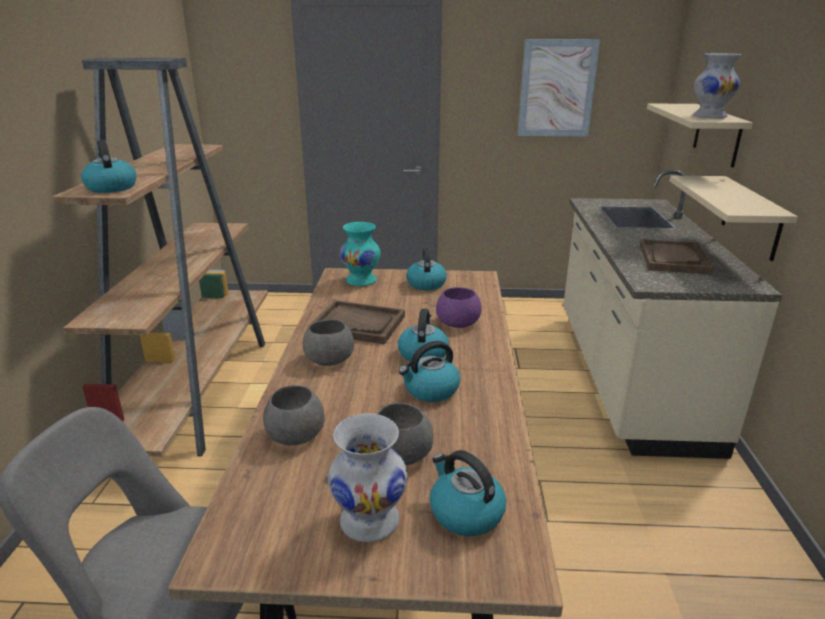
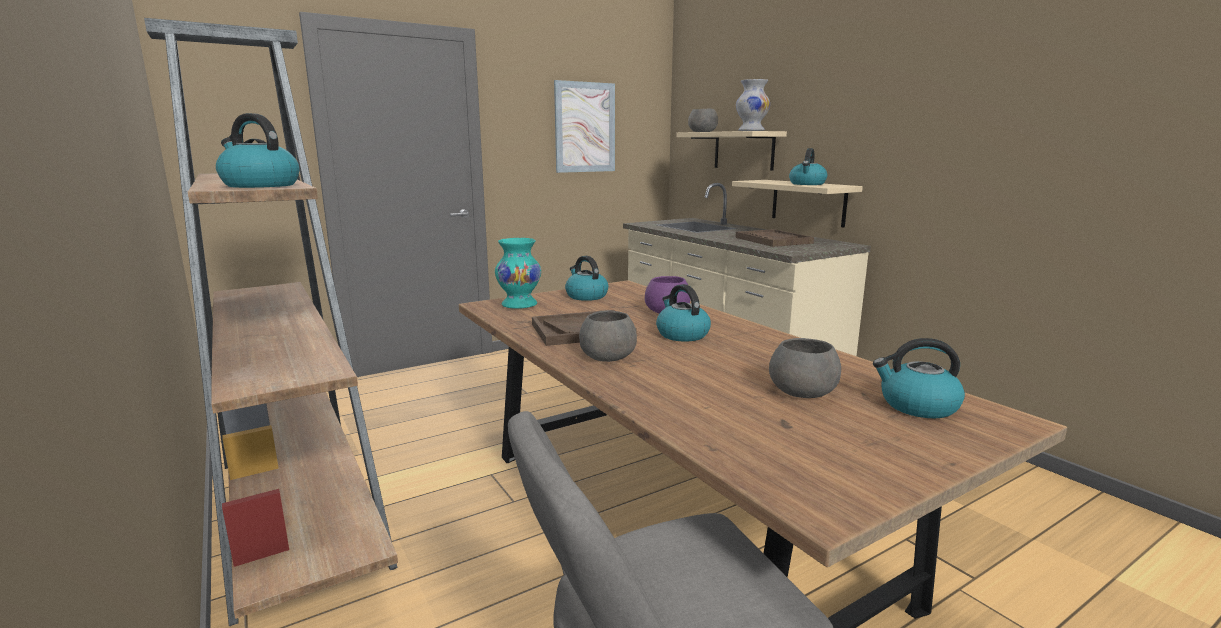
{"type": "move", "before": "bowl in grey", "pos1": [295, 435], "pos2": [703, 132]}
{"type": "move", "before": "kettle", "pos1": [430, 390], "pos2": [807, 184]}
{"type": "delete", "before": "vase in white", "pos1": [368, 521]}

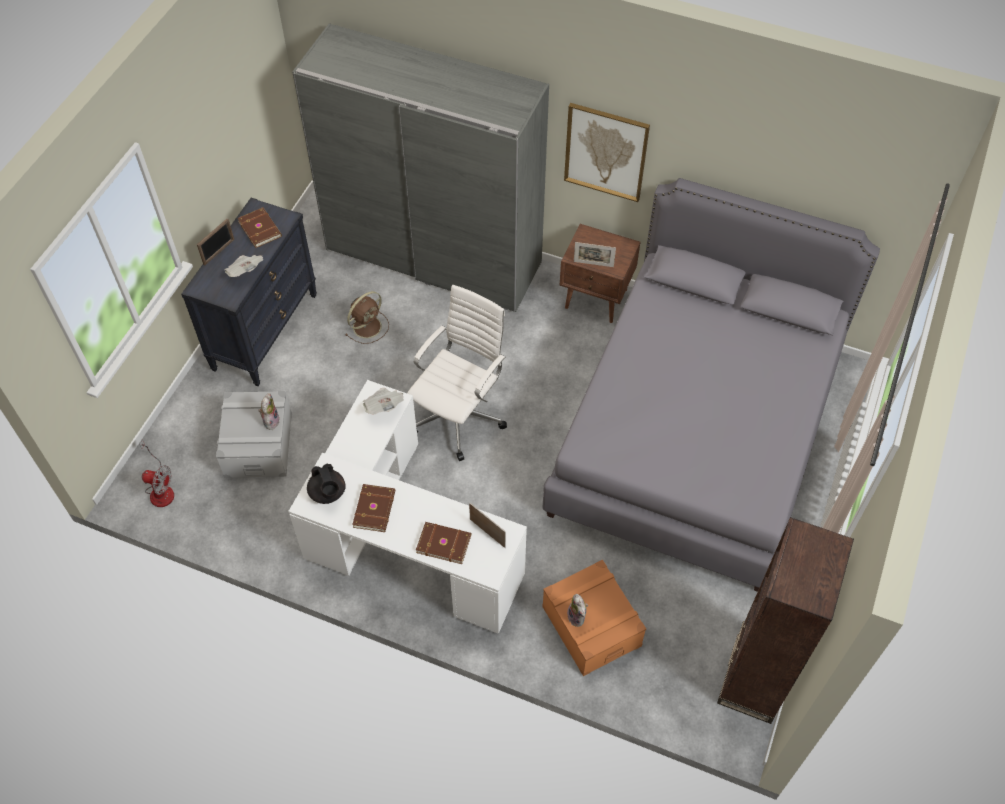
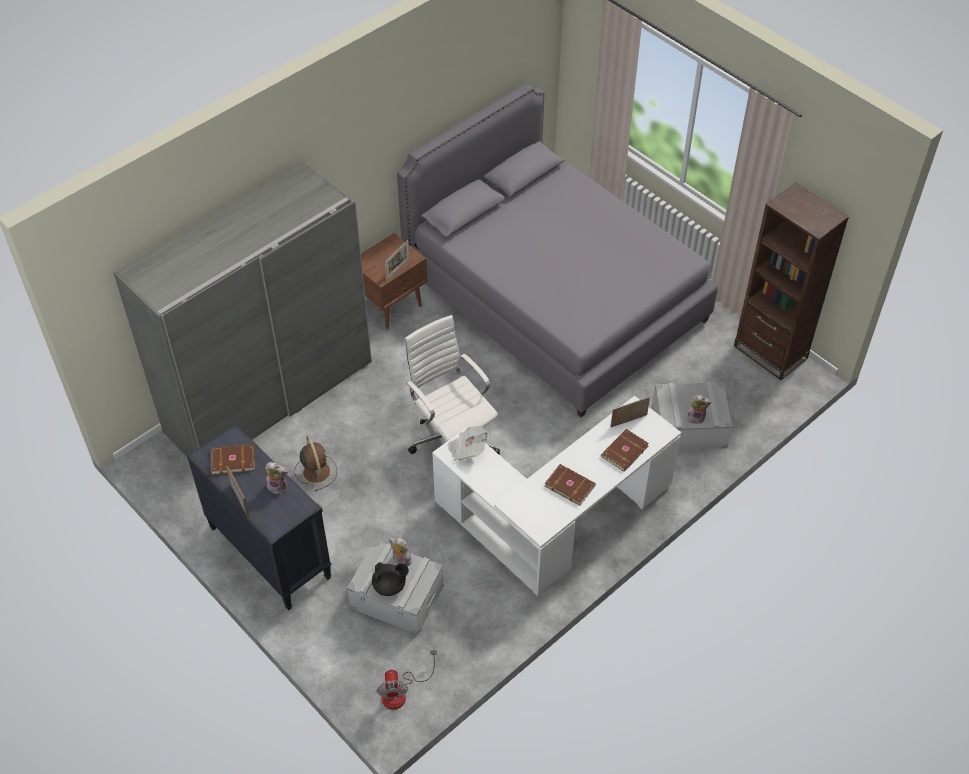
{"type": "replace", "before": "newspaper", "after": "plush toy", "pos1": [245, 272], "pos2": [278, 486]}
{"type": "move", "before": "teapot in black", "pos1": [328, 493], "pos2": [390, 585]}
{"type": "rotate", "before": "fan", "pos1": [160, 489], "pos2": [401, 692], "turn": 135}
{"type": "recolor", "before": "storage box in orange", "after": "storage box in grey", "pos1": [591, 626], "pos2": [688, 427]}
{"type": "delete", "before": "picture", "pos1": [606, 152]}

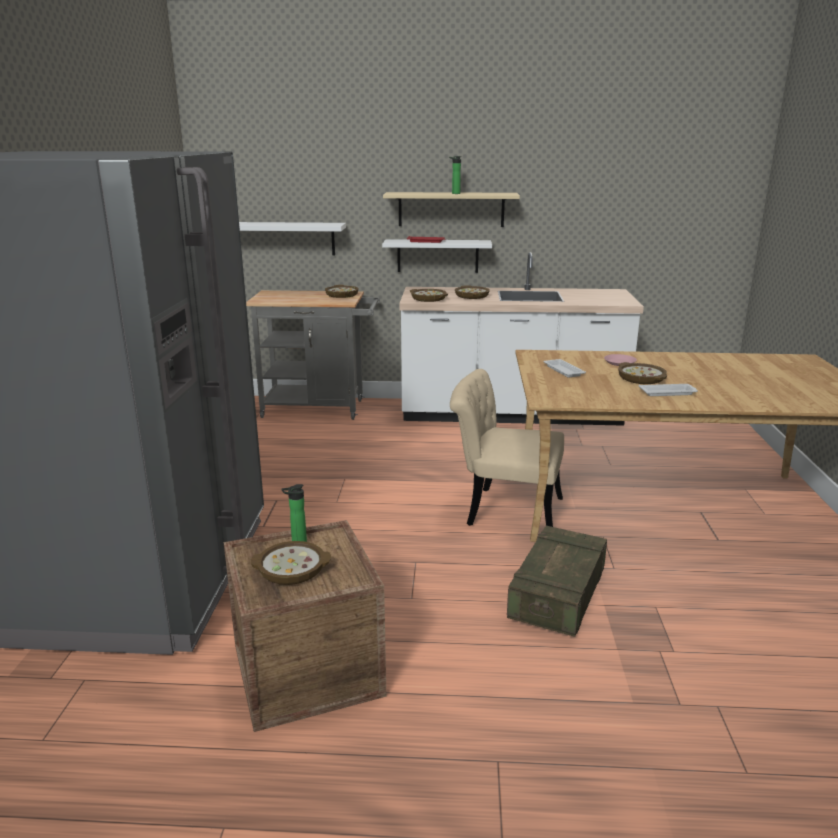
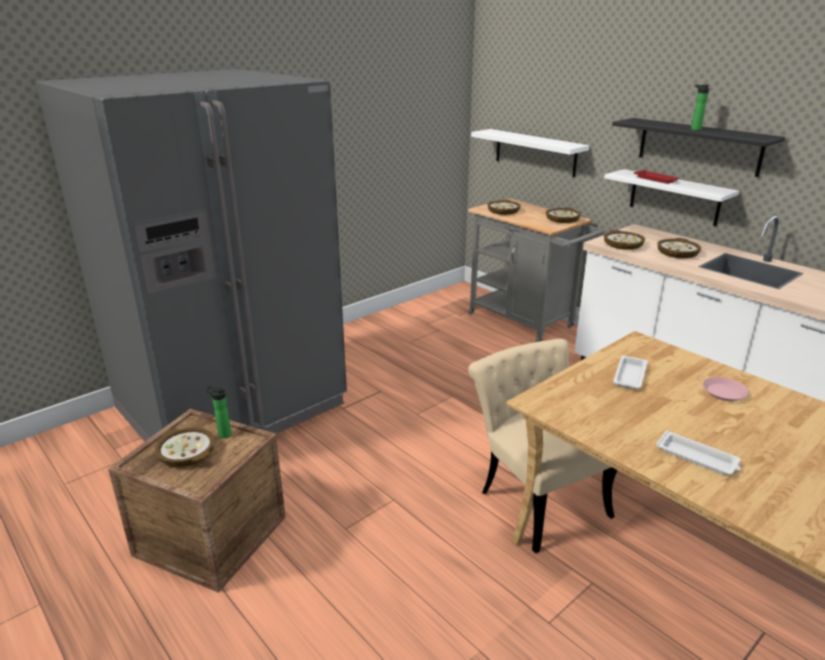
{"type": "move", "before": "bowl", "pos1": [641, 378], "pos2": [503, 211]}
{"type": "recolor", "before": "shelf in beige", "after": "shelf in black", "pos1": [451, 209], "pos2": [699, 146]}
{"type": "delete", "before": "crate", "pos1": [557, 597]}

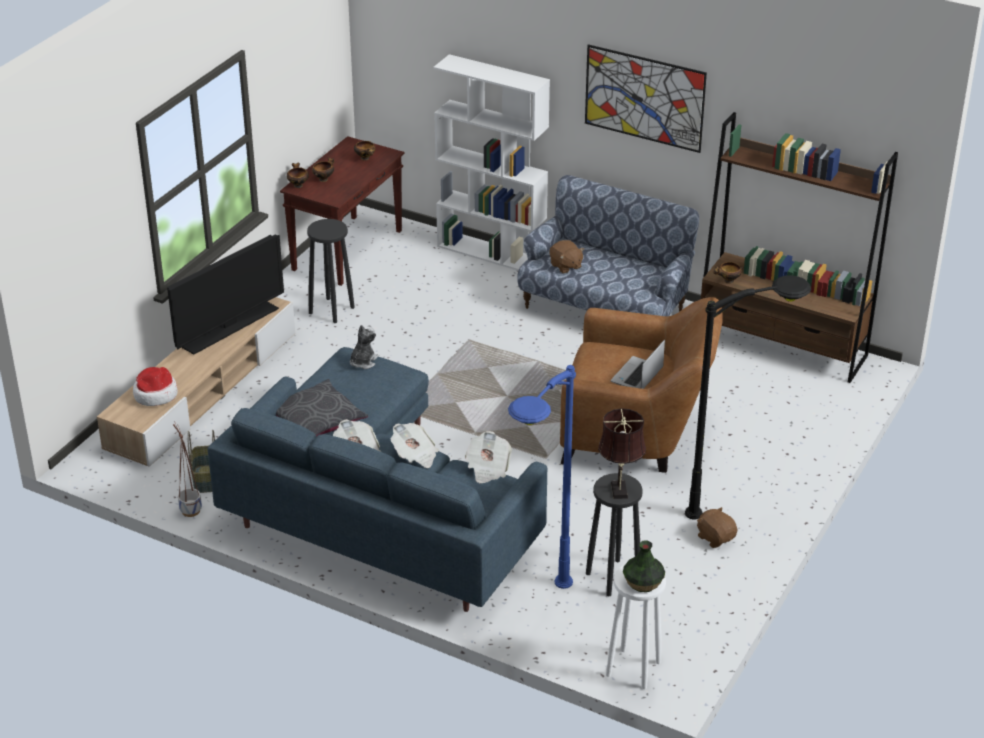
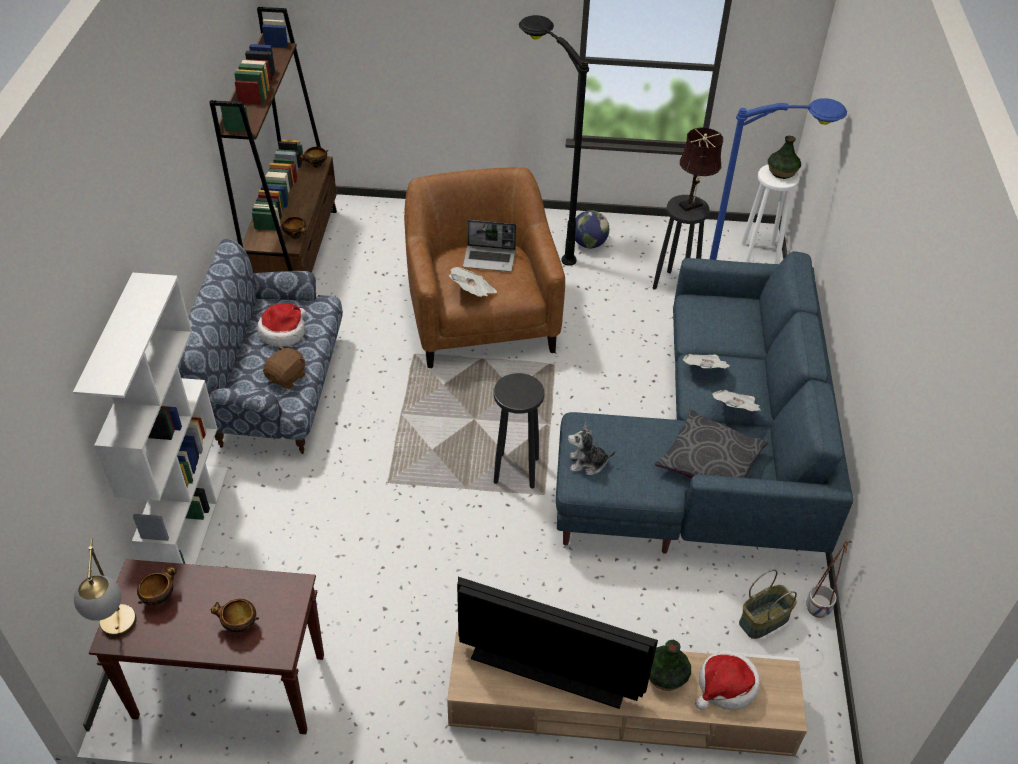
{"type": "insert", "after": "table lamp", "pos2": [119, 633]}
{"type": "insert", "after": "hat", "pos2": [283, 332]}
{"type": "move", "before": "bowl", "pos1": [298, 185], "pos2": [316, 165]}
{"type": "move", "before": "newspaper", "pos1": [487, 468], "pos2": [473, 292]}
{"type": "move", "before": "stool in black", "pos1": [332, 310], "pos2": [515, 470]}
{"type": "replace", "before": "plush toy in brown", "after": "globe", "pos1": [715, 537], "pos2": [589, 244]}
{"type": "insert", "after": "vase", "pos2": [664, 675]}
{"type": "delete", "before": "picture", "pos1": [644, 98]}

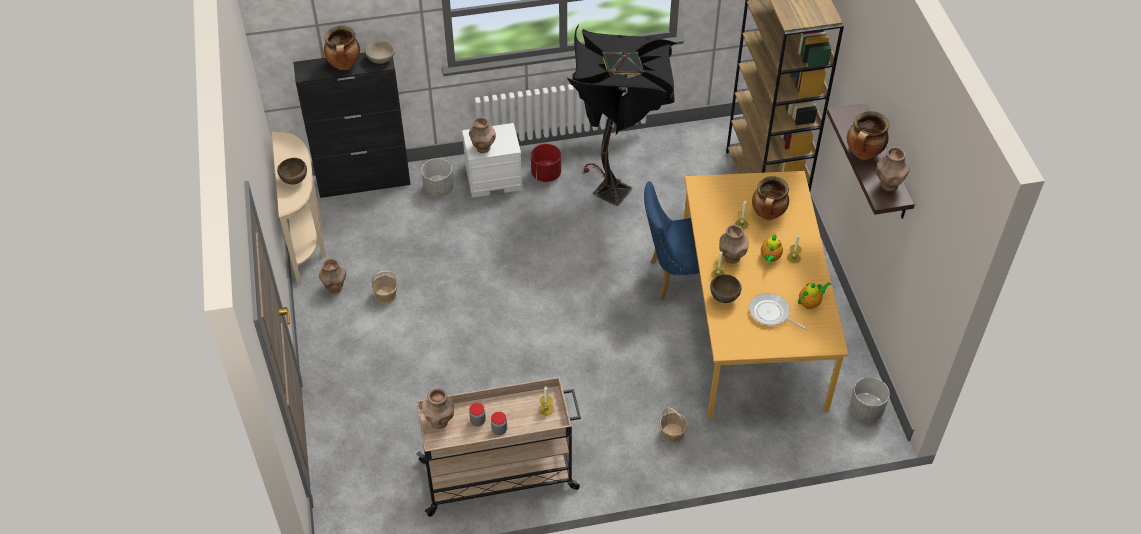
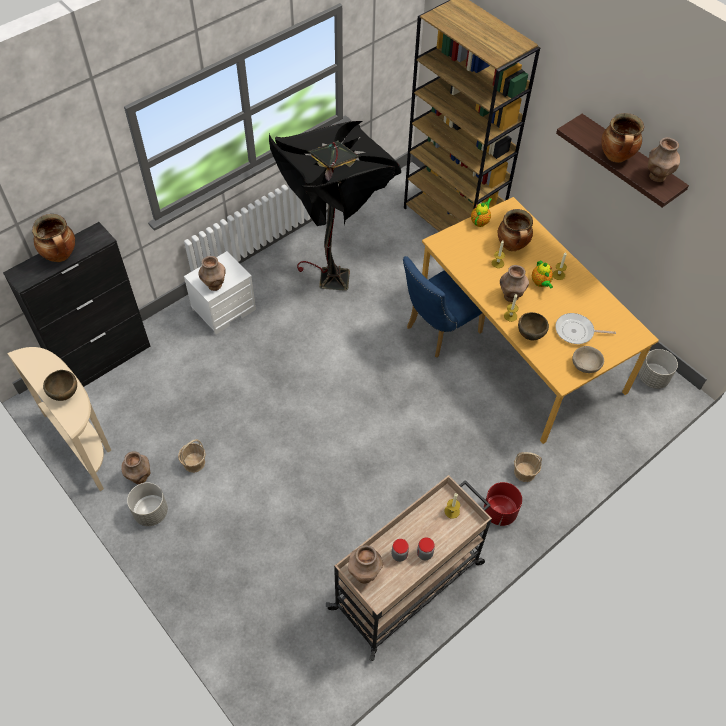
{"type": "move", "before": "planter in grey", "pos1": [438, 189], "pos2": [151, 512]}
{"type": "move", "before": "teapot", "pos1": [810, 303], "pos2": [480, 221]}
{"type": "move", "before": "planter in red", "pos1": [546, 174], "pos2": [500, 512]}
{"type": "move", "before": "bowl in beige", "pos1": [381, 59], "pos2": [585, 365]}

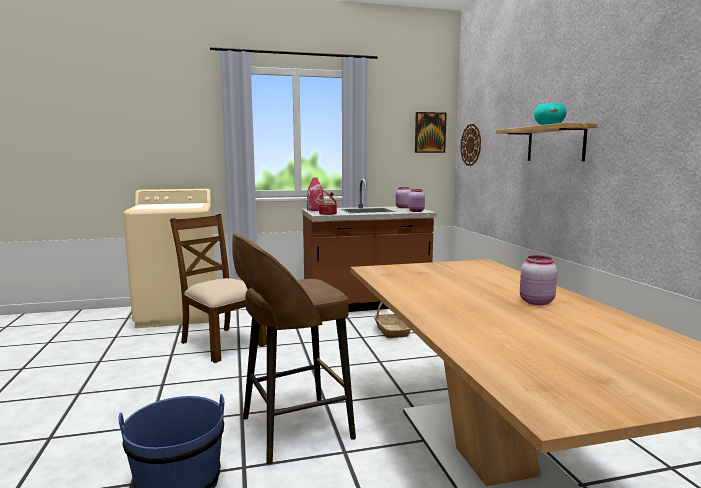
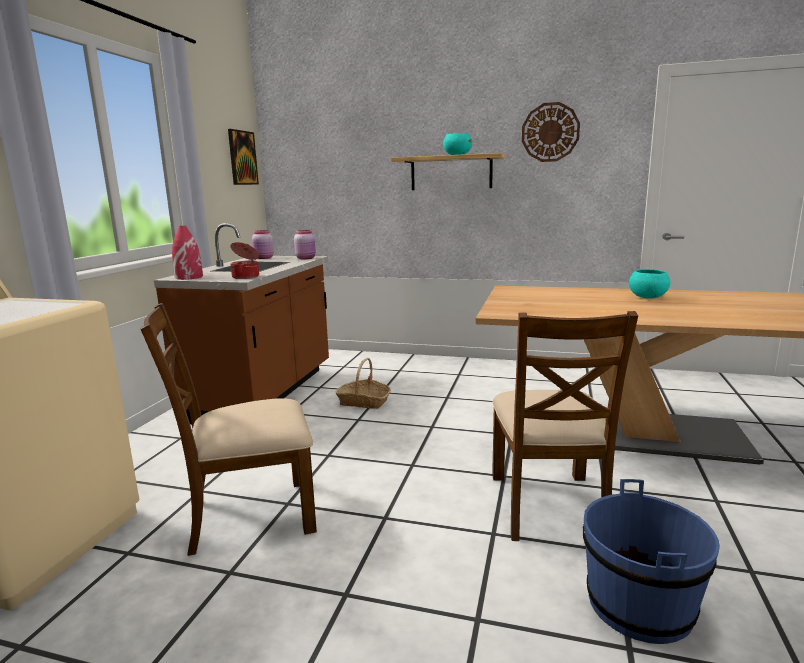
{"type": "replace", "before": "stool in brown", "after": "chair in brown", "pos1": [293, 429], "pos2": [548, 506]}
{"type": "move", "before": "wall clock", "pos1": [471, 145], "pos2": [550, 132]}
{"type": "replace", "before": "jar in pink", "after": "bowl in turquoise", "pos1": [535, 302], "pos2": [647, 297]}

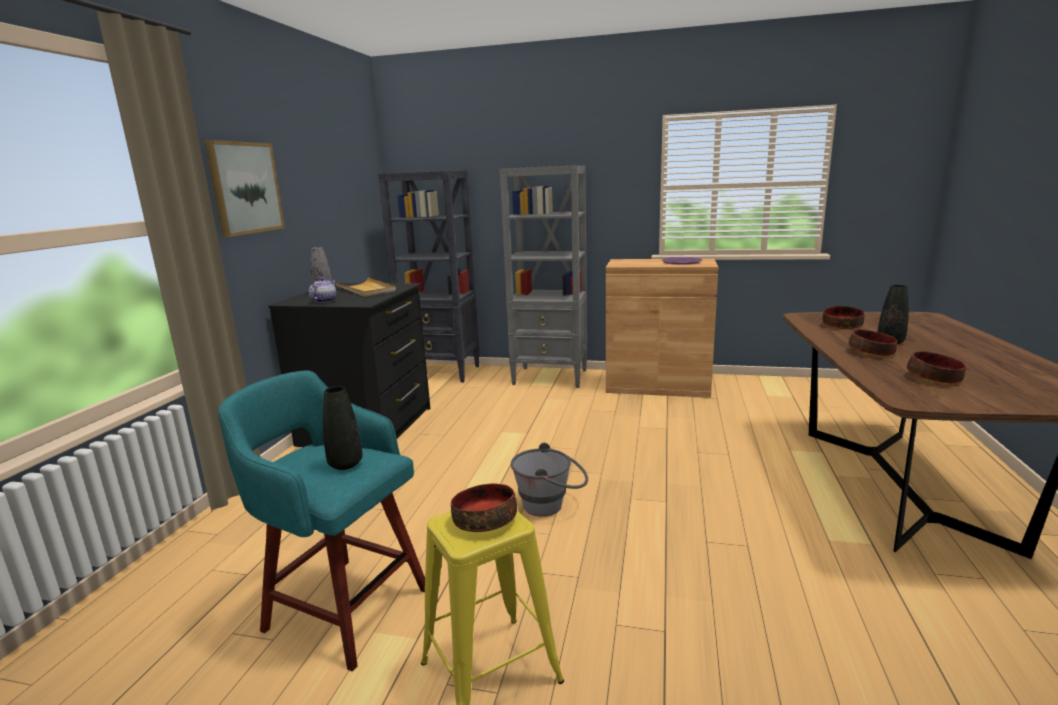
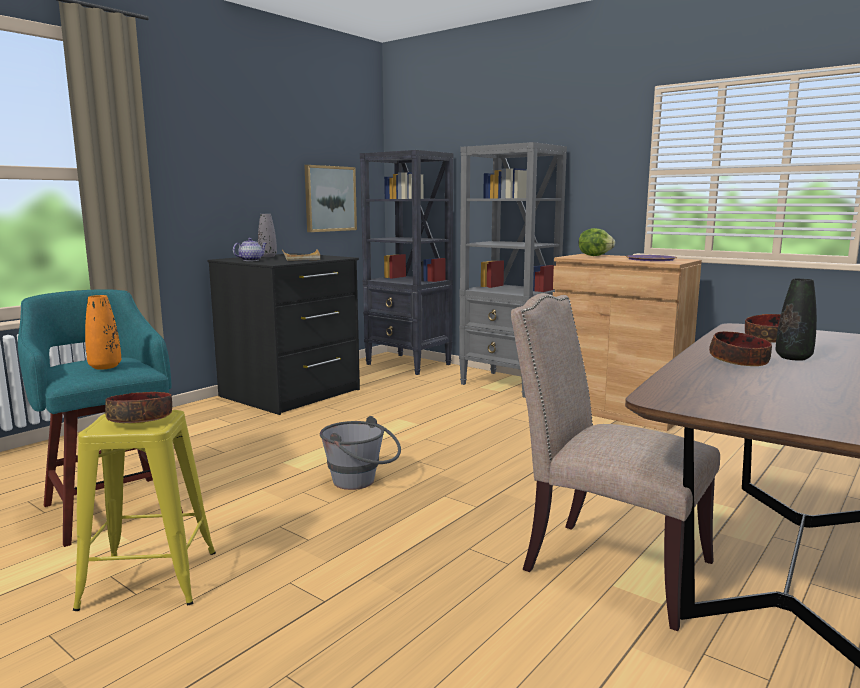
{"type": "recolor", "before": "vase in black", "after": "vase in orange", "pos1": [345, 464], "pos2": [105, 367]}
{"type": "move", "before": "picture", "pos1": [245, 188], "pos2": [330, 198]}
{"type": "insert", "after": "chair in beige", "pos2": [607, 566]}
{"type": "insert", "after": "lettuce", "pos2": [595, 256]}
{"type": "delete", "before": "bowl", "pos1": [934, 378]}

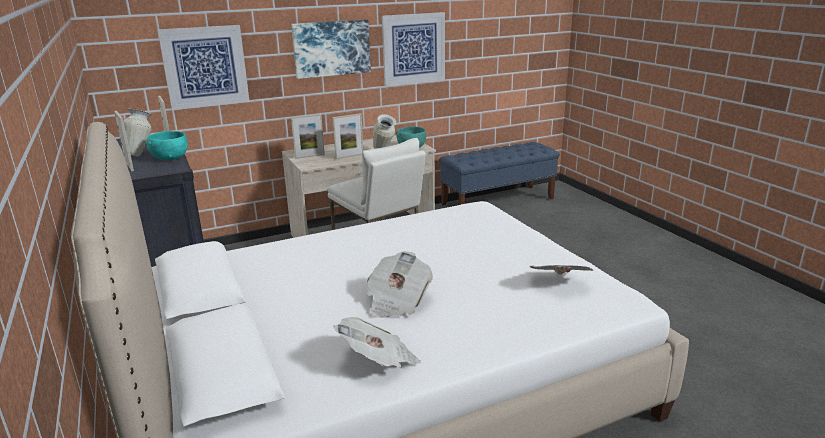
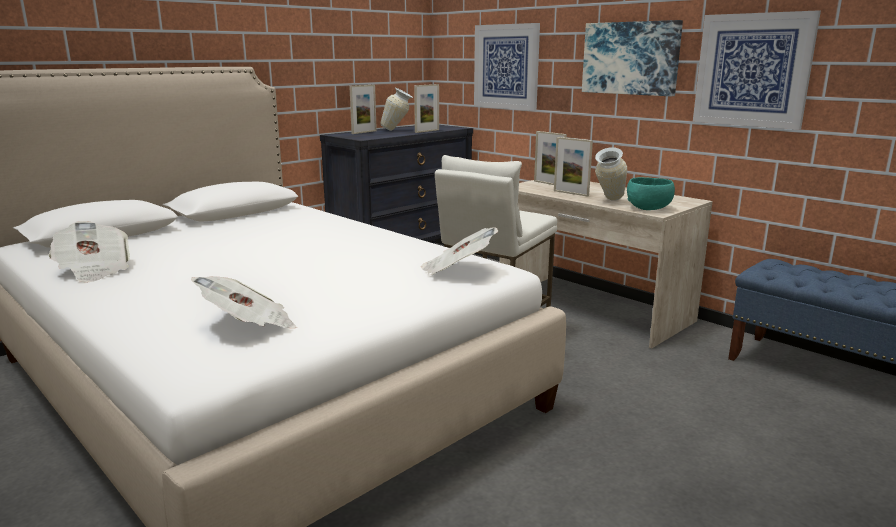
{"type": "move", "before": "newspaper", "pos1": [397, 301], "pos2": [457, 270]}
{"type": "delete", "before": "bowl in turquoise", "pos1": [169, 158]}

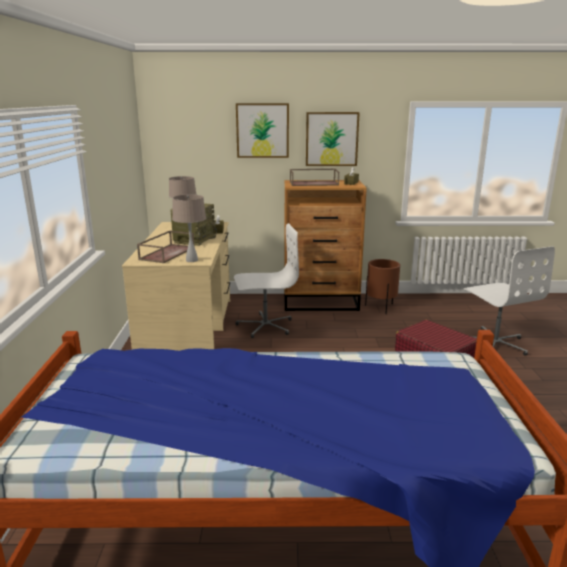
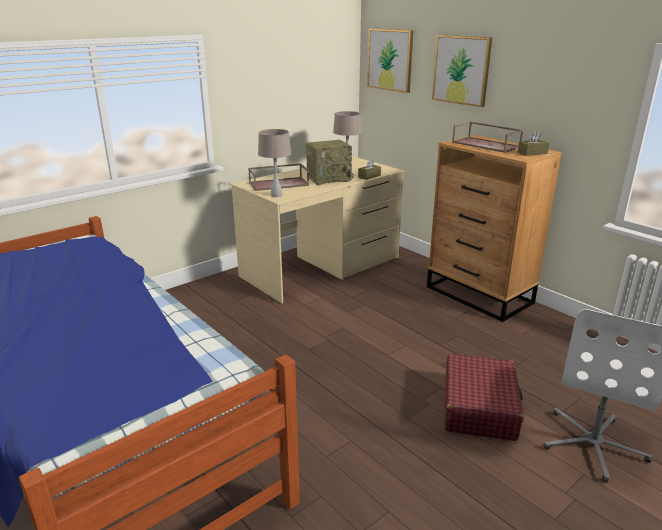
{"type": "move", "before": "picture", "pos1": [331, 139], "pos2": [390, 60]}
{"type": "delete", "before": "office chair in white", "pos1": [265, 326]}
{"type": "delete", "before": "planter in brown", "pos1": [381, 307]}

